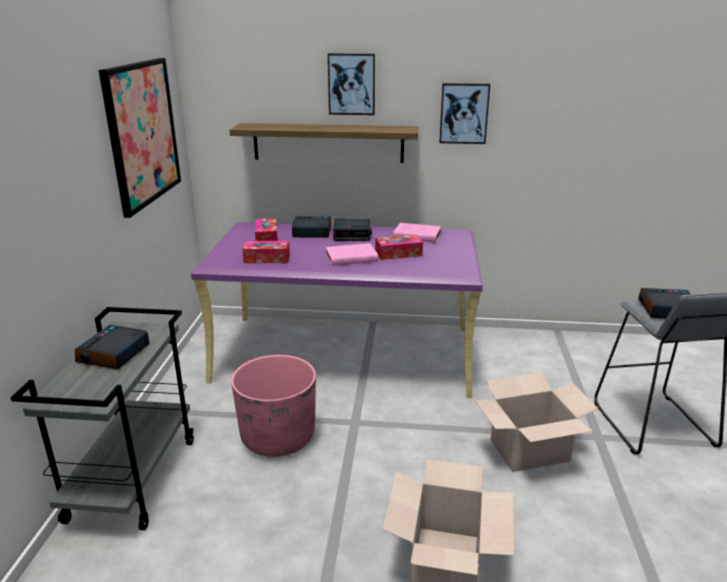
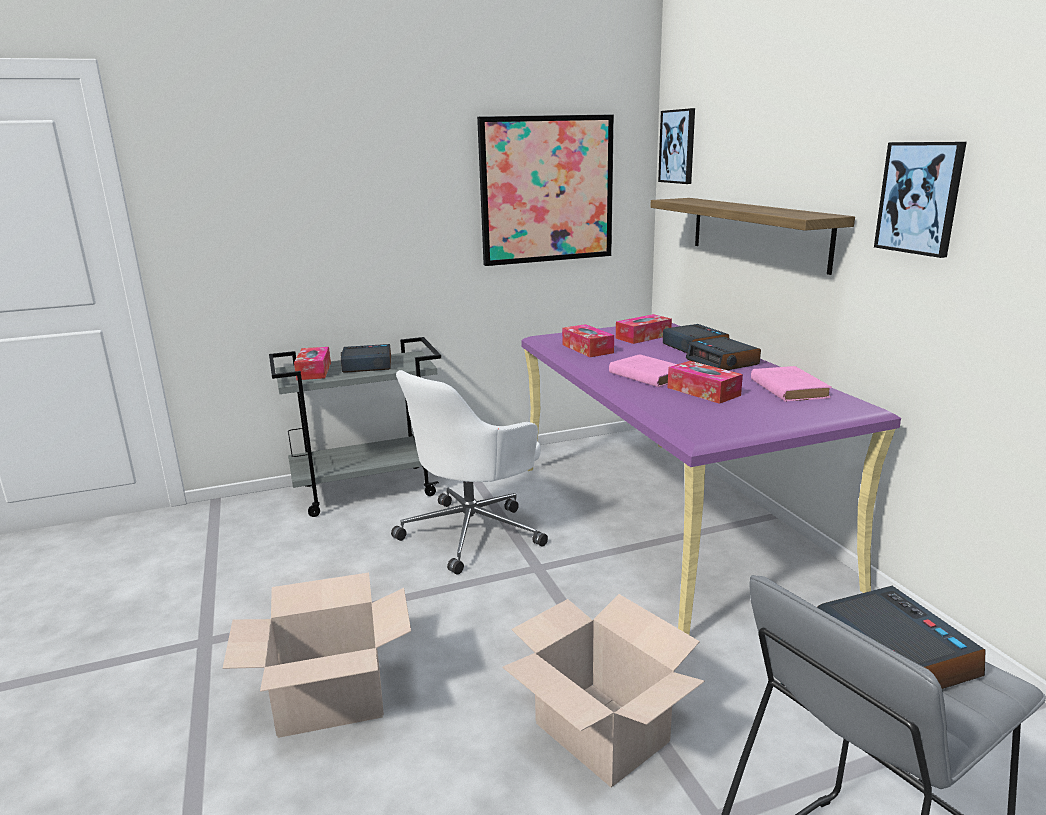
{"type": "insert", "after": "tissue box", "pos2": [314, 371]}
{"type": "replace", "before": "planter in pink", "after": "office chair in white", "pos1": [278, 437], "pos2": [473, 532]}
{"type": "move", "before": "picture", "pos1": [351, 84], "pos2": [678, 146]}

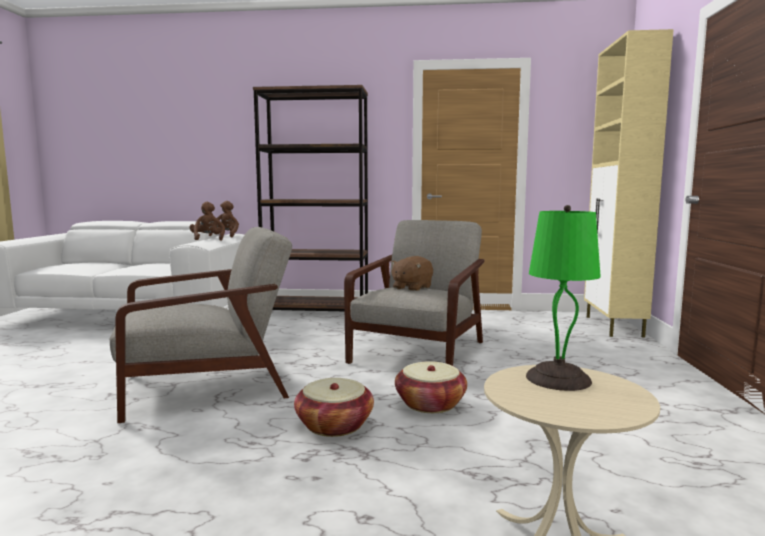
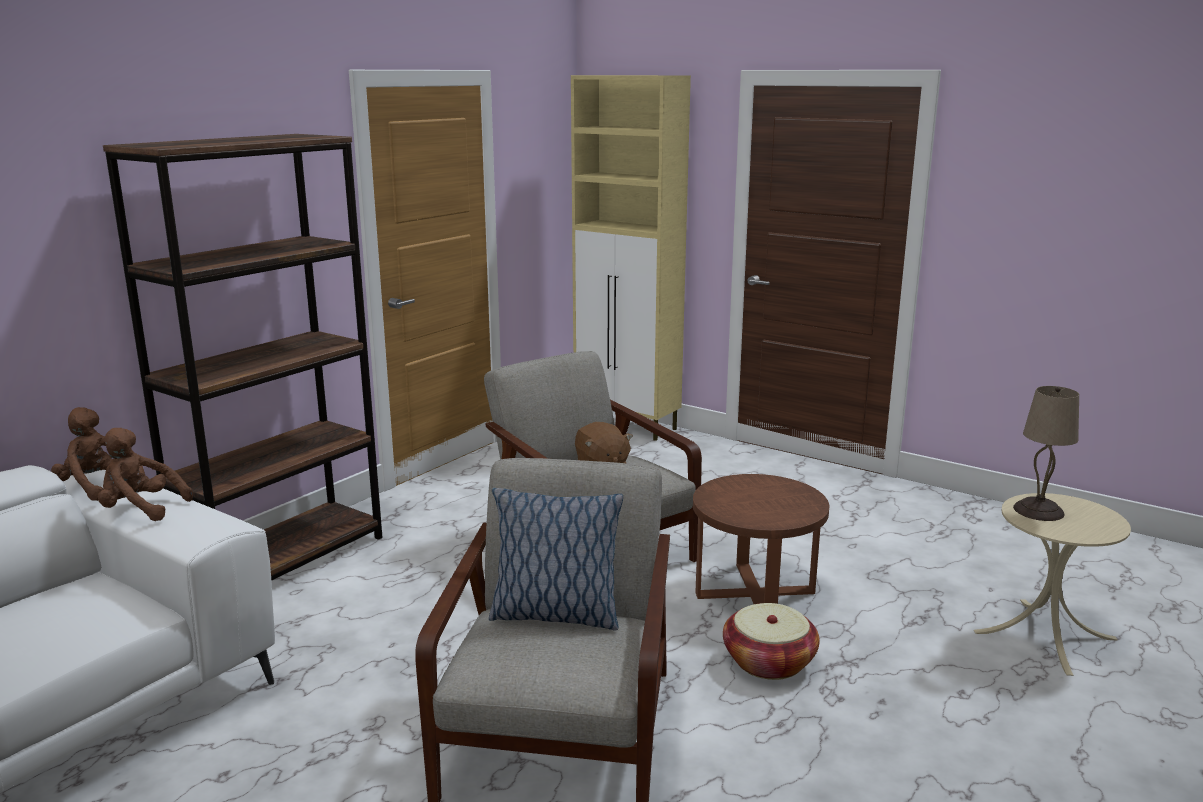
{"type": "insert", "after": "pillow", "pos2": [554, 615]}
{"type": "replace", "before": "basket", "after": "side table in brown", "pos1": [430, 404], "pos2": [755, 593]}
{"type": "recolor", "before": "table lamp in green", "after": "table lamp in beige", "pos1": [559, 378], "pos2": [1038, 510]}

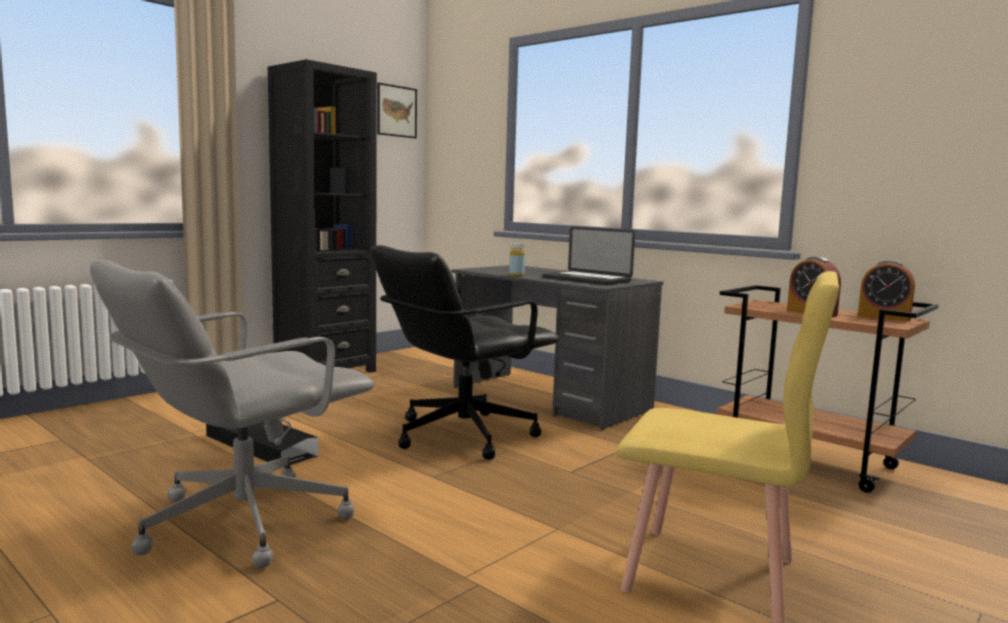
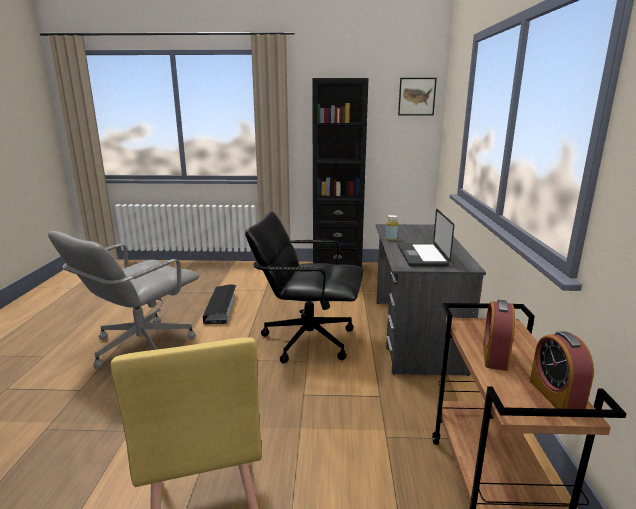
{"type": "rotate", "before": "office chair in grey", "pos1": [241, 522], "pos2": [140, 346], "turn": -60}

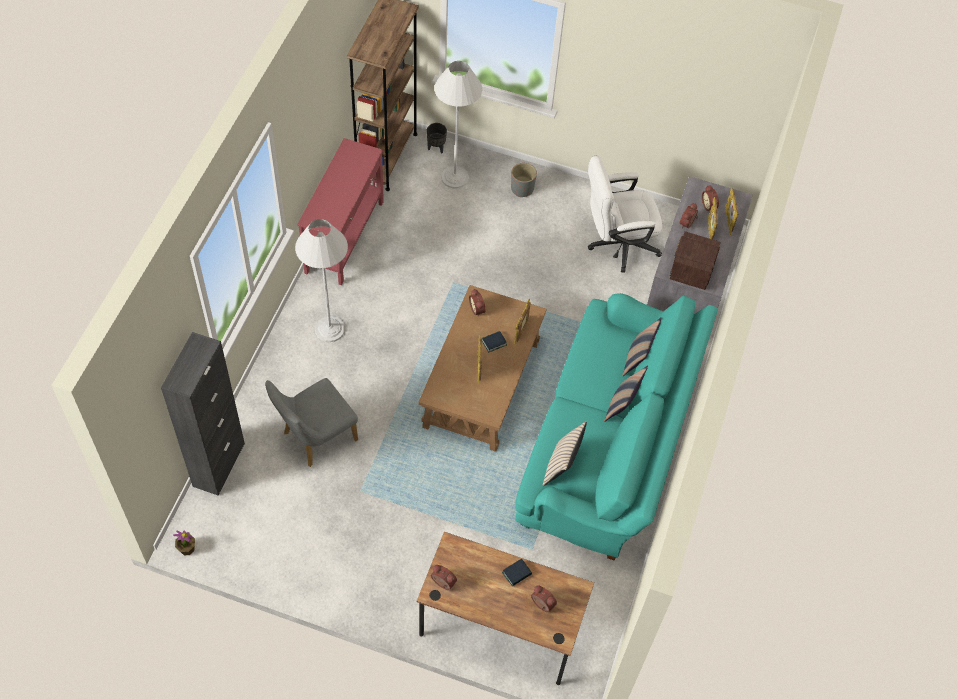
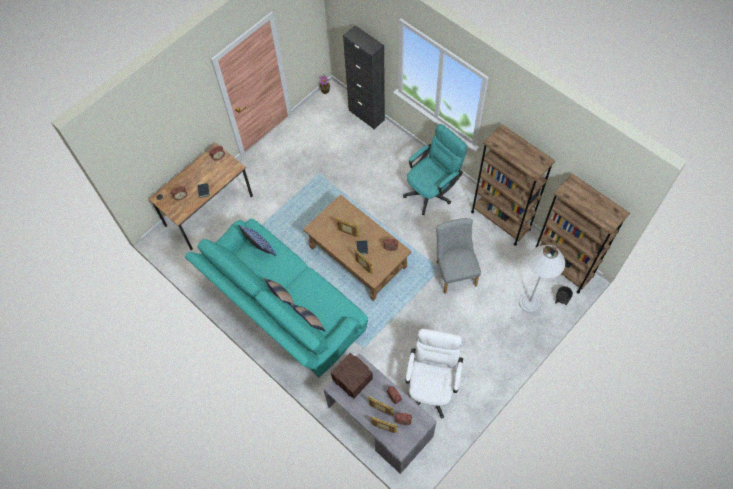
{"type": "recolor", "before": "pillow in beige", "after": "pillow in blue", "pos1": [562, 465], "pos2": [260, 247]}
{"type": "replace", "before": "floor lamp in white", "after": "office chair in turquoise", "pos1": [329, 329], "pos2": [432, 190]}
{"type": "move", "before": "chair in grey", "pos1": [315, 438], "pos2": [454, 271]}
{"type": "replace", "before": "console table in red", "after": "bookcase in brown", "pos1": [345, 236], "pos2": [500, 220]}
{"type": "delete", "before": "planter in grey", "pos1": [522, 189]}

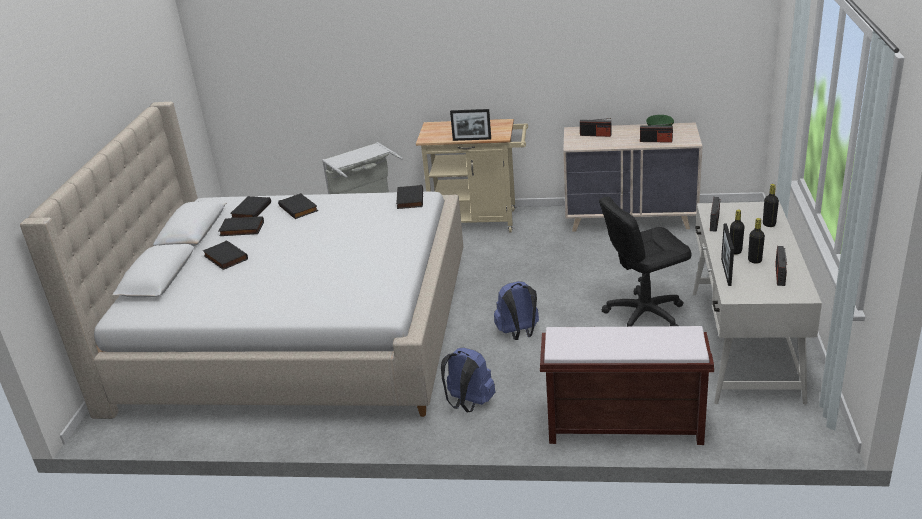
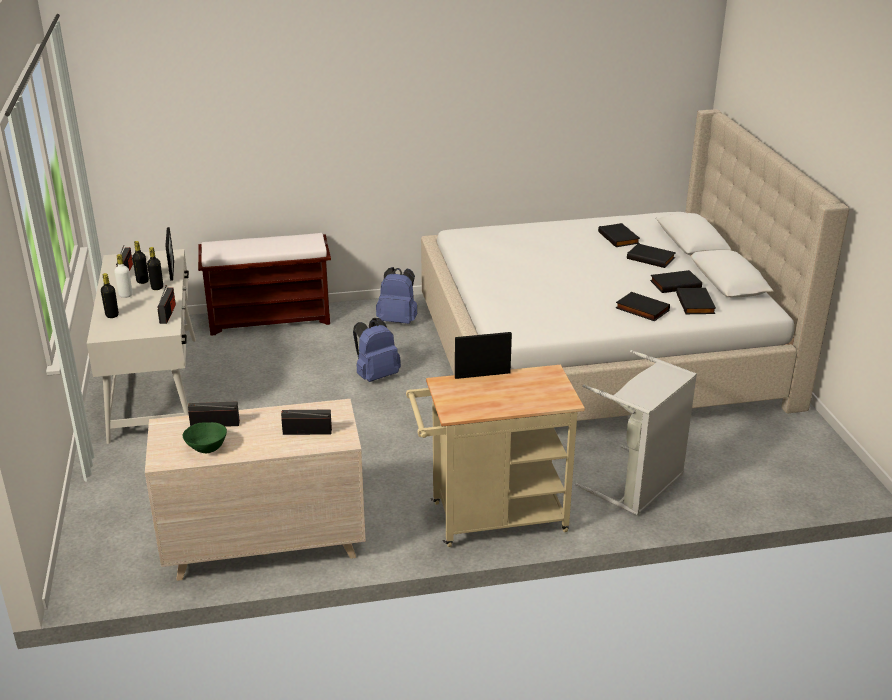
{"type": "insert", "after": "bottle in white", "pos2": [125, 295]}
{"type": "move", "before": "book in black", "pos1": [409, 199], "pos2": [619, 238]}
{"type": "delete", "before": "office chair in black", "pos1": [644, 315]}

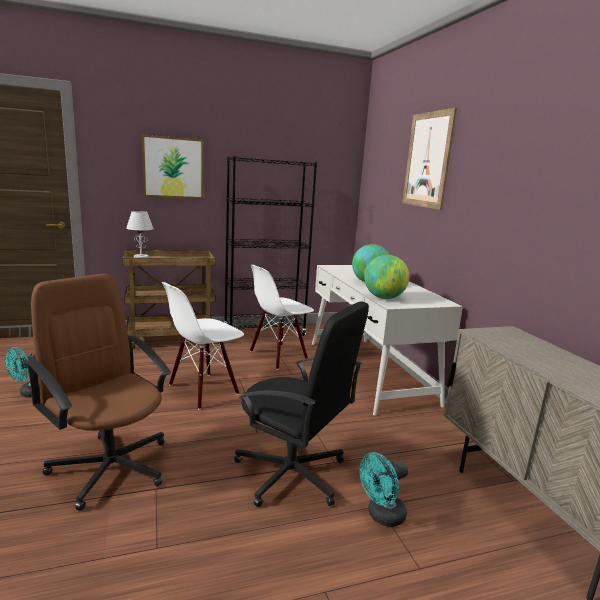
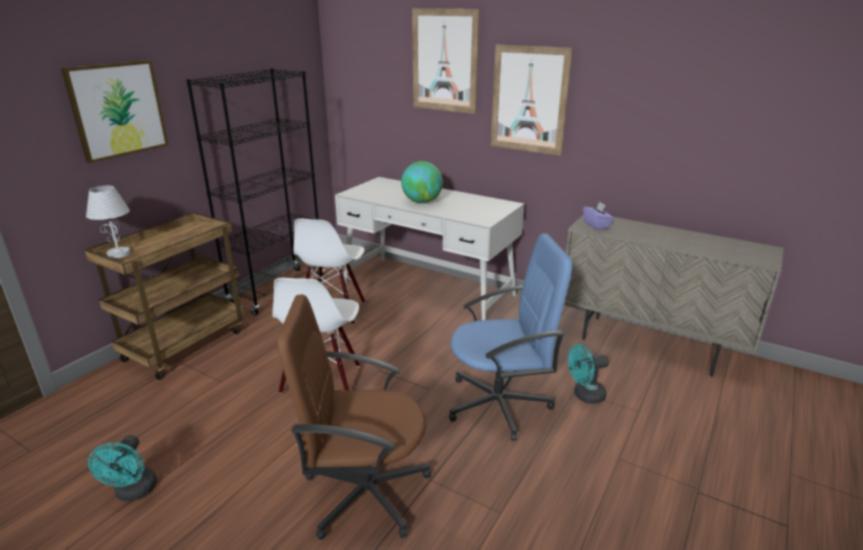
{"type": "recolor", "before": "office chair in black", "after": "office chair in blue", "pos1": [292, 474], "pos2": [500, 404]}
{"type": "insert", "after": "picture", "pos2": [529, 100]}
{"type": "rotate", "before": "fan in turquoise", "pos1": [381, 516], "pos2": [584, 395], "turn": 60}
{"type": "insert", "after": "tissue box in purple", "pos2": [596, 225]}
{"type": "delete", "before": "globe", "pos1": [384, 298]}

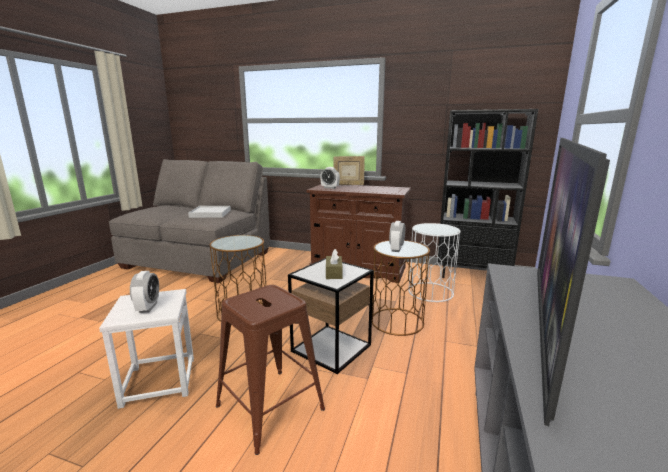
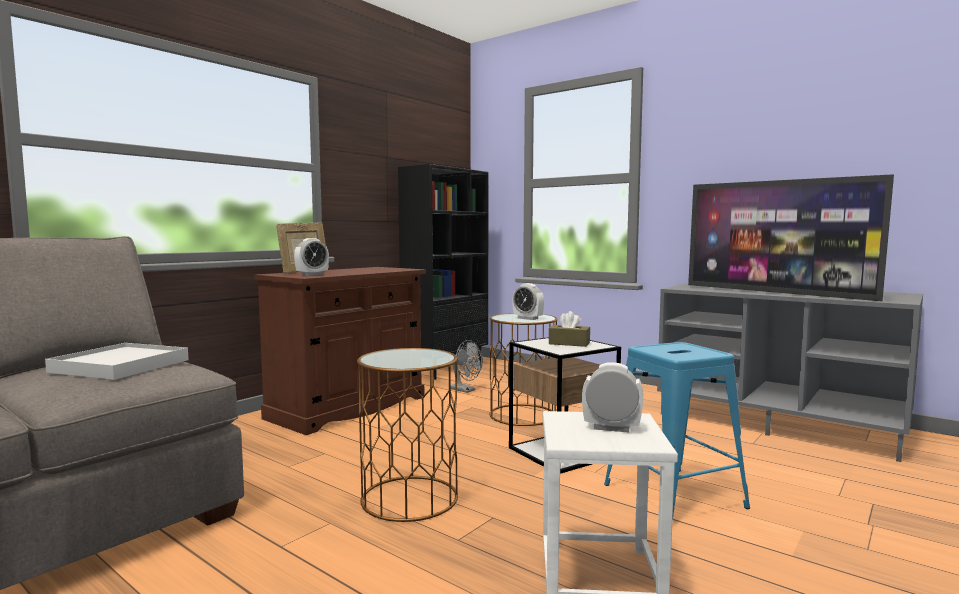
{"type": "replace", "before": "side table in white", "after": "fan in grey", "pos1": [430, 292], "pos2": [465, 390]}
{"type": "recolor", "before": "stool in brown", "after": "stool in blue", "pos1": [269, 407], "pos2": [673, 496]}

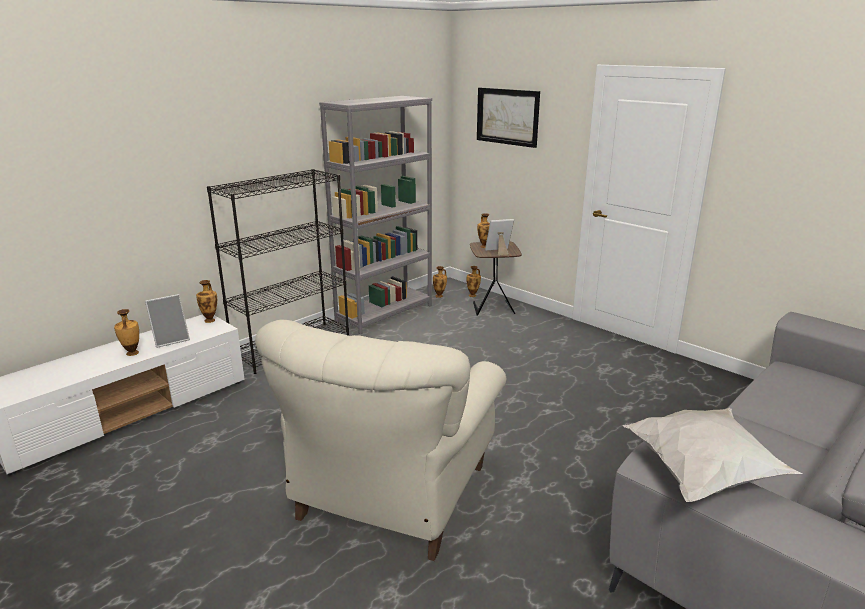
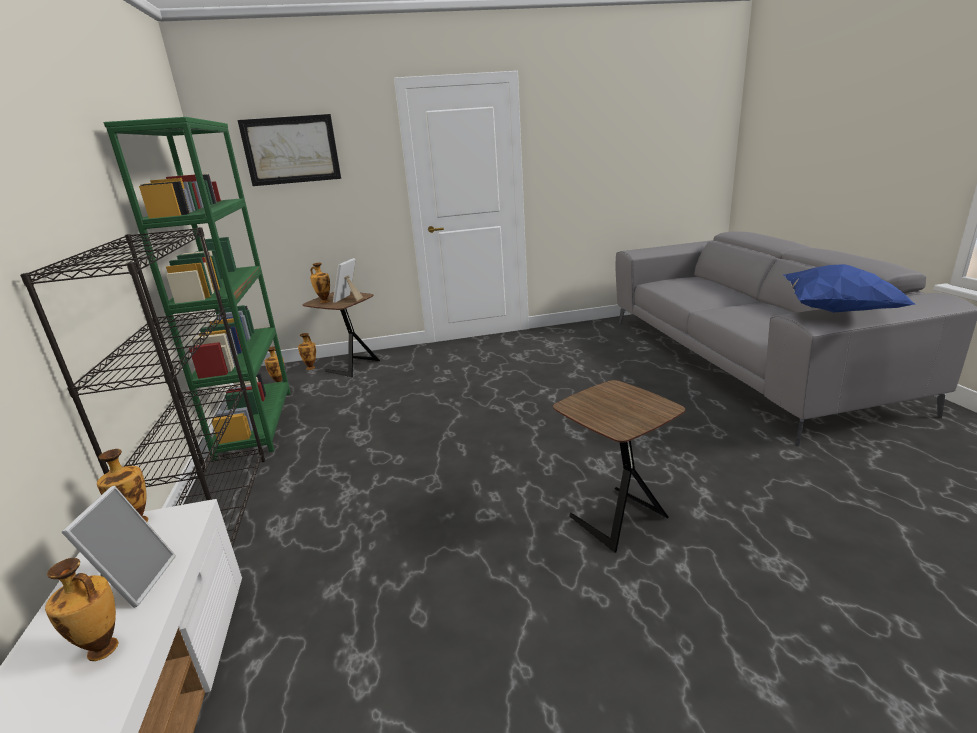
{"type": "recolor", "before": "bookcase in grey", "after": "bookcase in green", "pos1": [384, 313], "pos2": [256, 423]}
{"type": "replace", "before": "armchair in beige", "after": "side table in brown", "pos1": [391, 494], "pos2": [614, 517]}
{"type": "recolor", "before": "pillow in white", "after": "pillow in blue", "pos1": [702, 474], "pos2": [834, 311]}

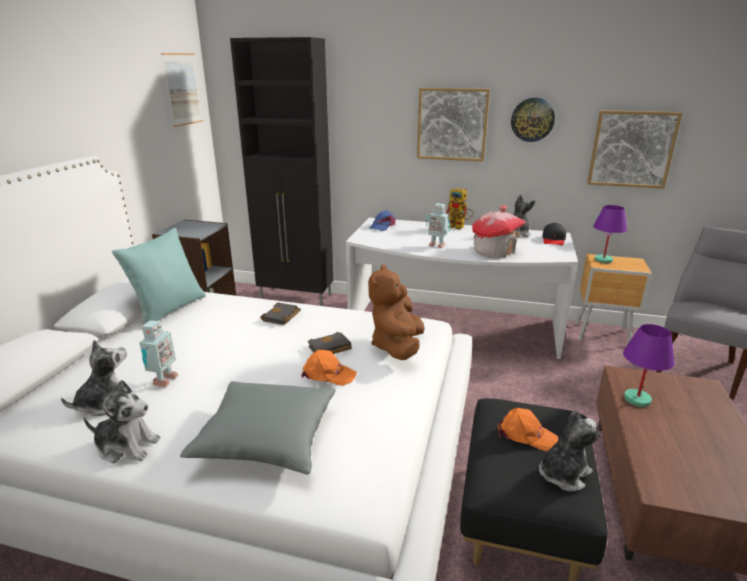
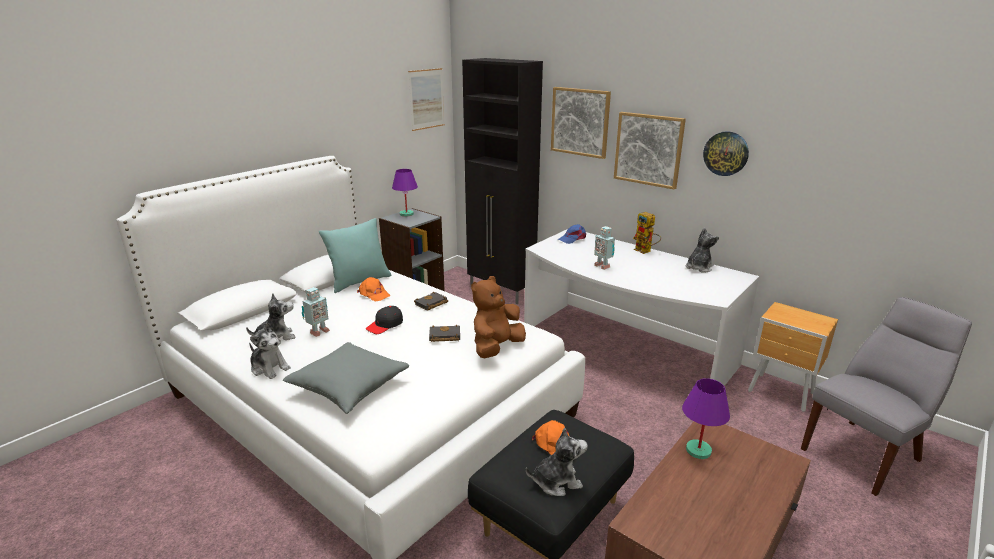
{"type": "move", "before": "cap in orange", "pos1": [328, 374], "pos2": [374, 294]}
{"type": "move", "before": "cap in black", "pos1": [553, 240], "pos2": [385, 325]}
{"type": "move", "before": "table lamp in purple", "pos1": [603, 260], "pos2": [406, 214]}
{"type": "move", "before": "picture", "pos1": [631, 149], "pos2": [580, 122]}
{"type": "delete", "before": "toy house", "pos1": [494, 251]}

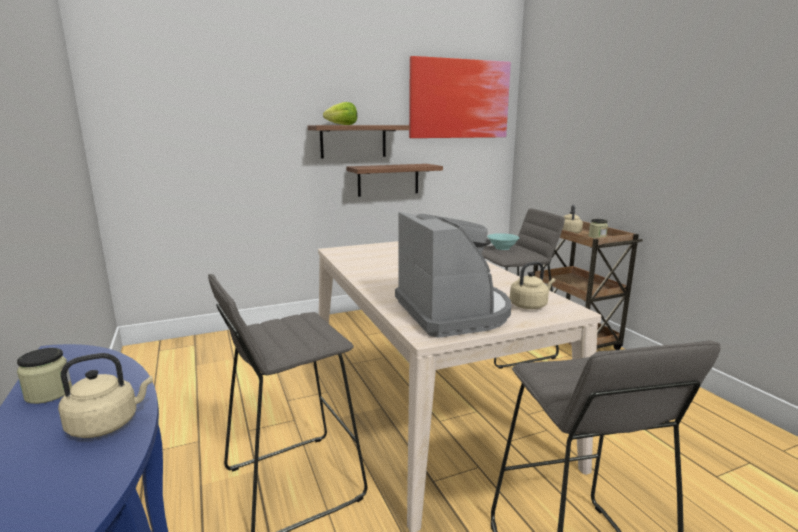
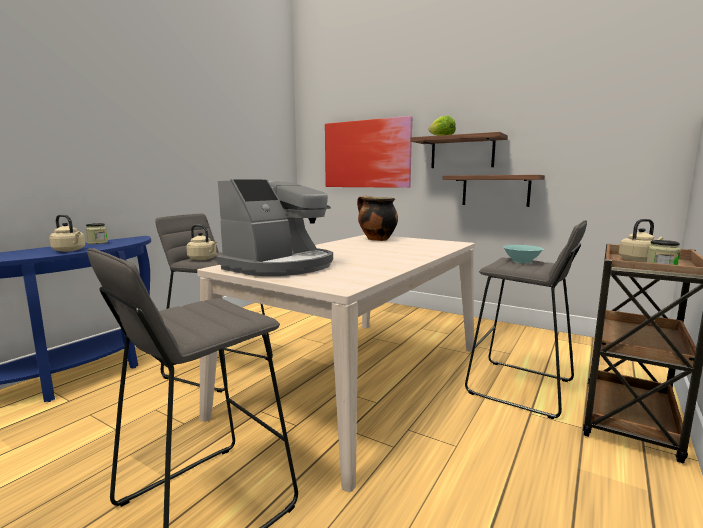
{"type": "move", "before": "kettle in beige", "pos1": [530, 305], "pos2": [203, 259]}
{"type": "move", "before": "picture", "pos1": [459, 99], "pos2": [367, 154]}
{"type": "insert", "after": "cooking pot", "pos2": [376, 239]}

